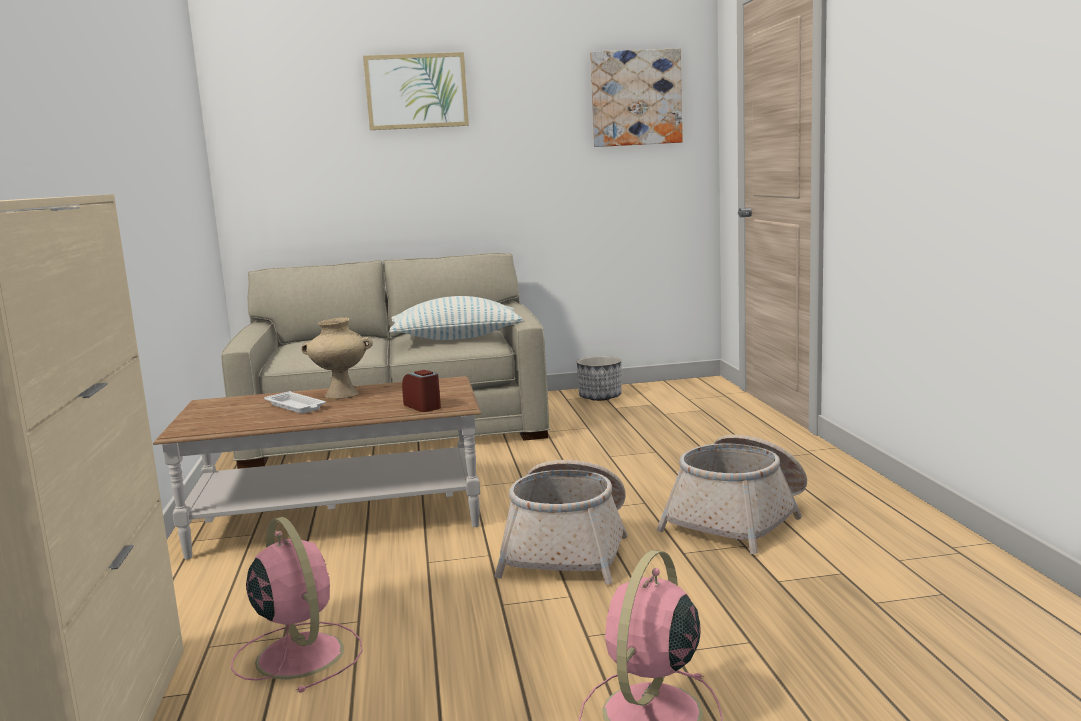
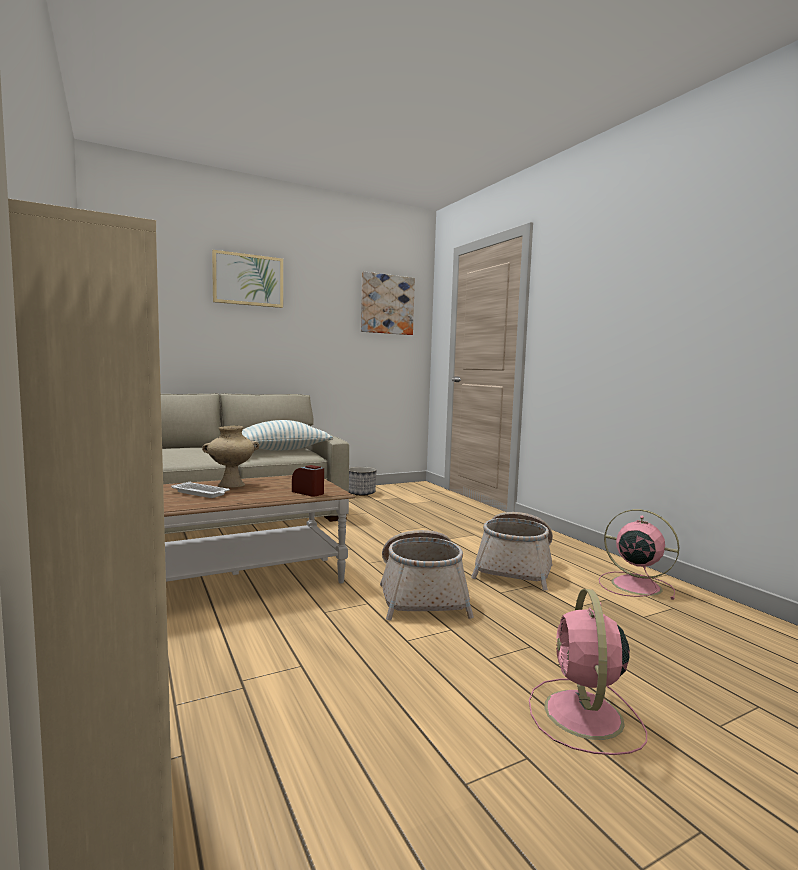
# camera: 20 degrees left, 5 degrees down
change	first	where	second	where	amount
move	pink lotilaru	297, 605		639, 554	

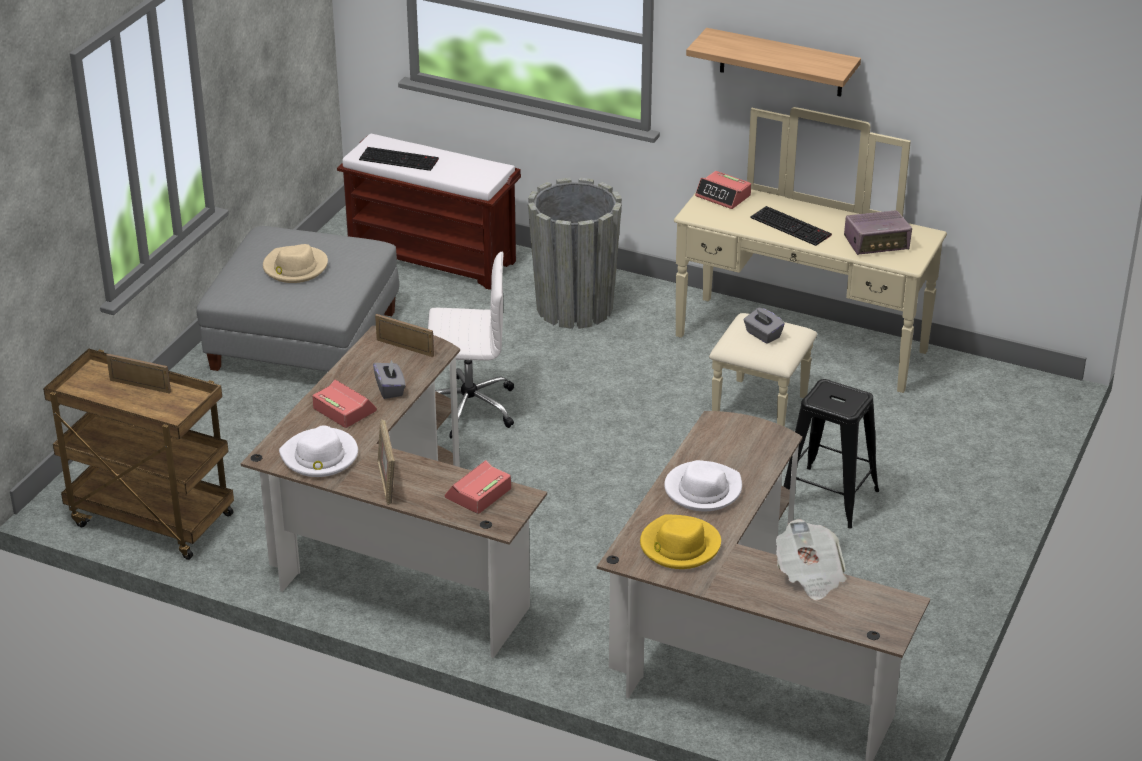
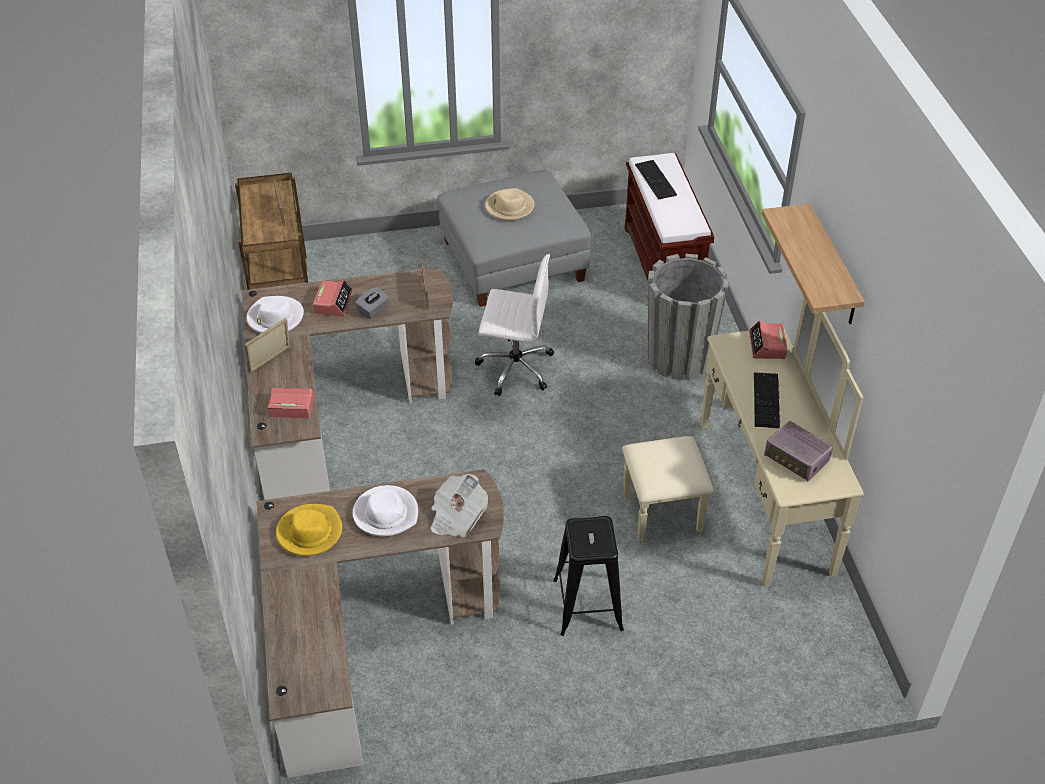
# camera: 55 degrees right, 10 degrees up
change	first	where	second	where	amount
delete	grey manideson	764, 325			
move	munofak	811, 560		459, 505	
rotate	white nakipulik	471, 345		514, 325	45 degrees counterclockwise

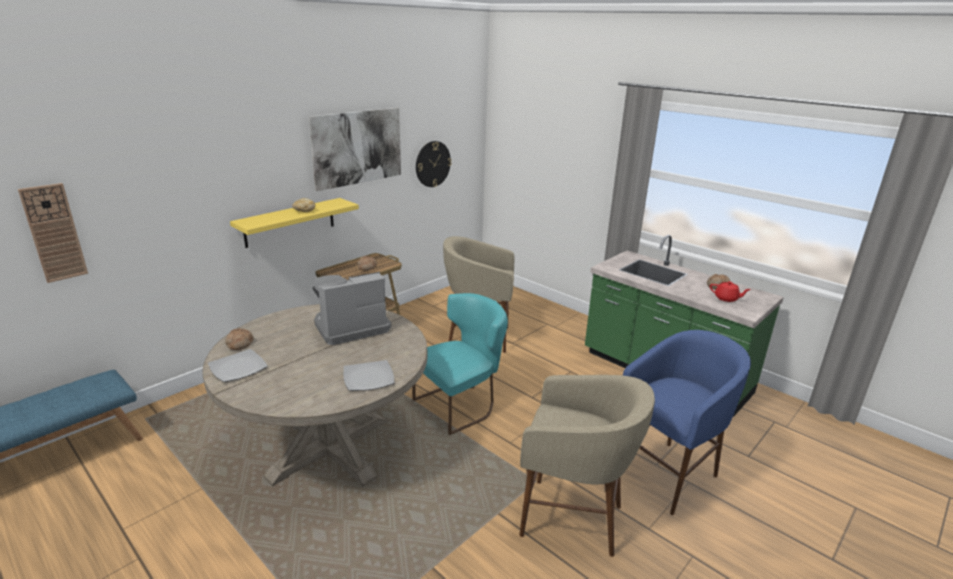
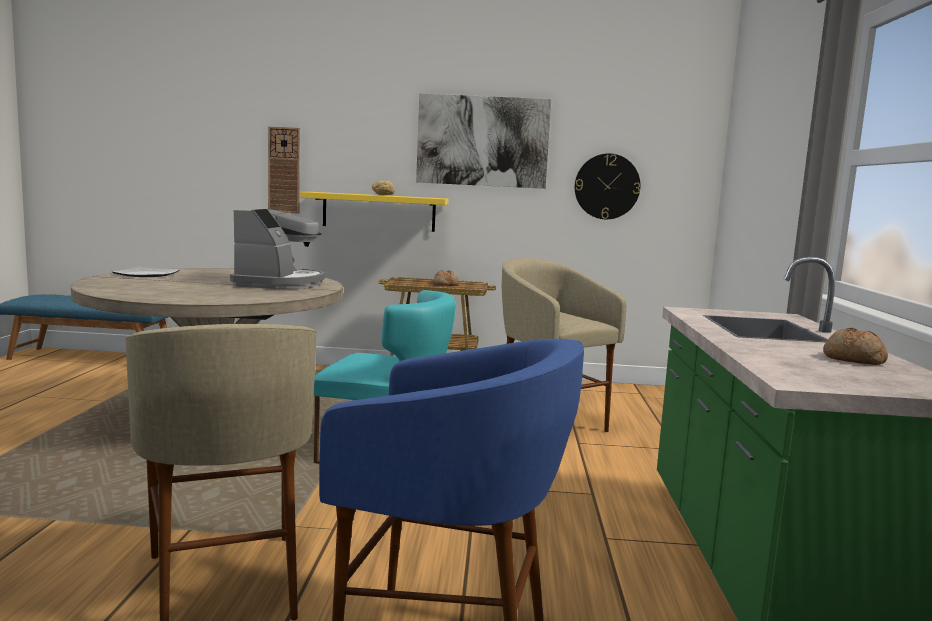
# camera: 50 degrees right, 15 degrees down
change	first	where	second	where	amount
delete	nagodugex	239, 339			
delete	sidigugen	368, 375			
delete	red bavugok	730, 291			
move	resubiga	53, 233		284, 170	
rotate	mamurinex	352, 308		277, 248	75 degrees clockwise

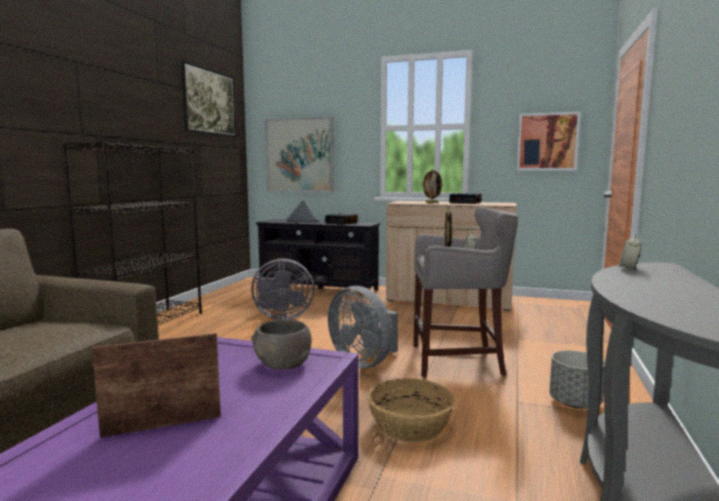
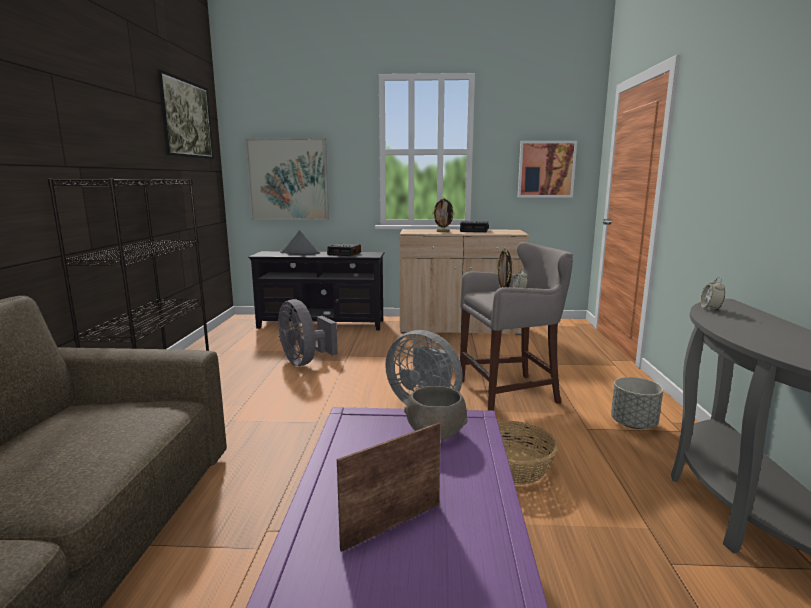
# camera: 15 degrees left, 5 degrees up
change	first	where	second	where	amount
rotate	grey lotilaru	282, 289		308, 332	75 degrees clockwise

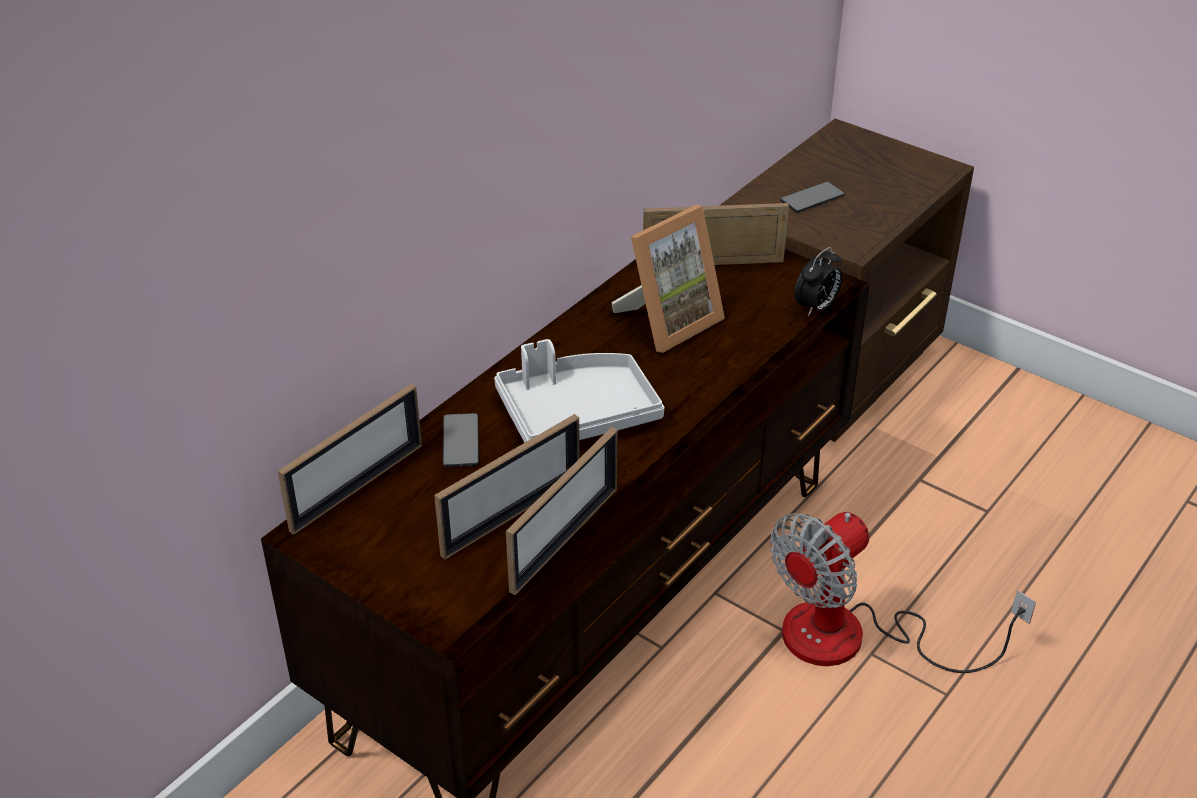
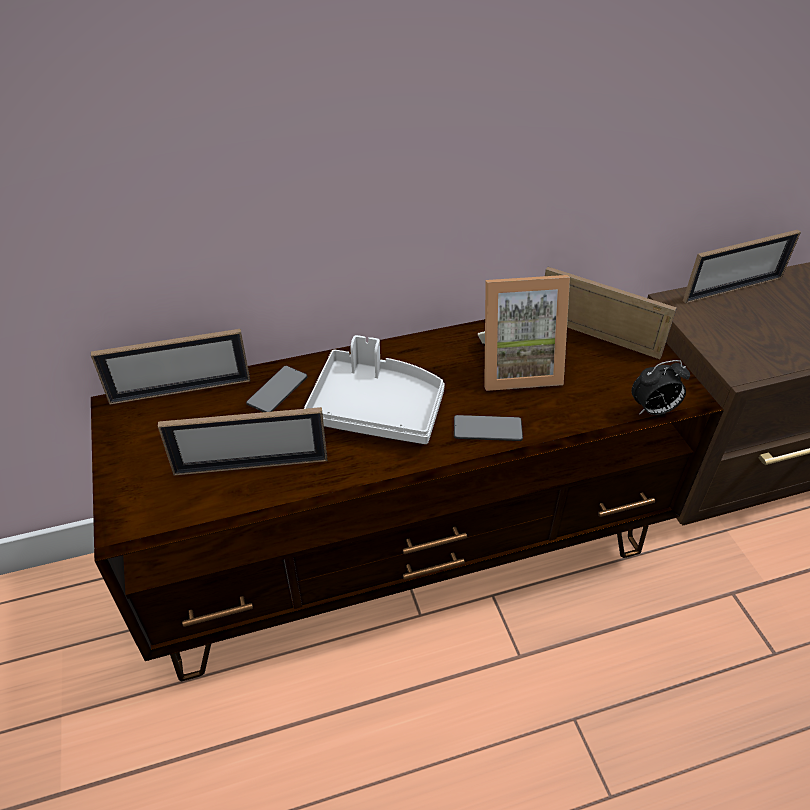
# camera: 35 degrees right, 5 degrees up
change	first	where	second	where	amount
delete	lotilaru	903, 592			
move	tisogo	562, 511		742, 266	
move	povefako	813, 197		488, 428	

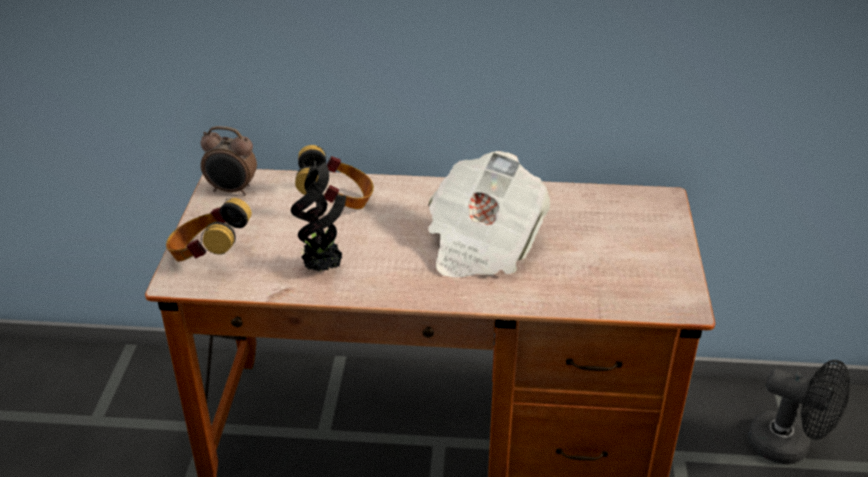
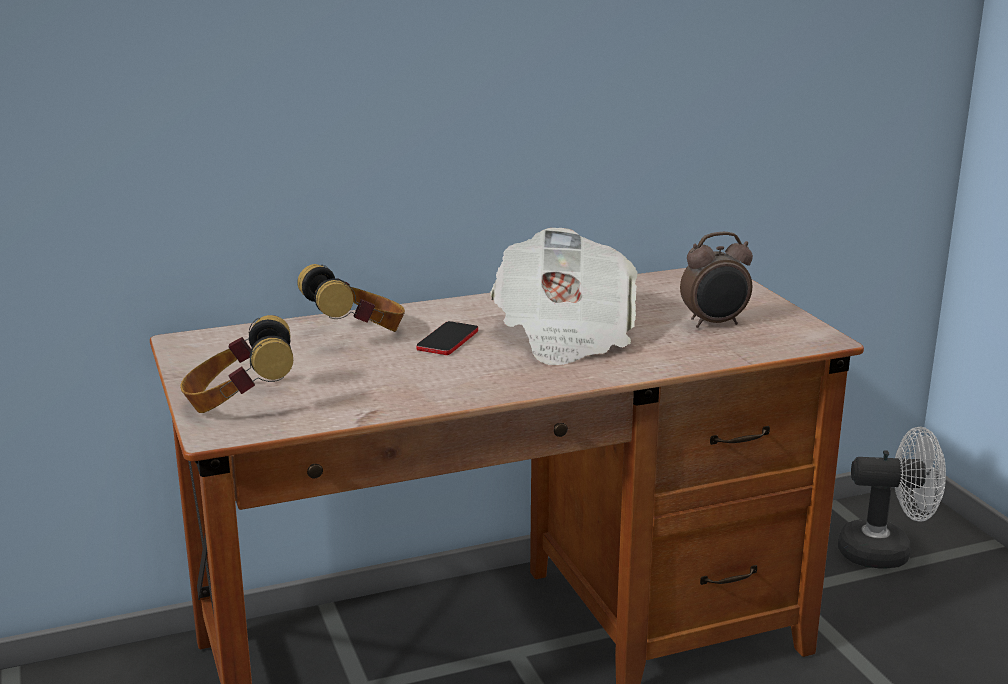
# camera: 25 degrees left, 15 degrees down
change	first	where	second	where	amount
delete	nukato	318, 216			
insert			povefako	447, 338	
move	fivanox	229, 161		716, 280	
recolor	black lotilaru	798, 412	white lotilaru	892, 497	

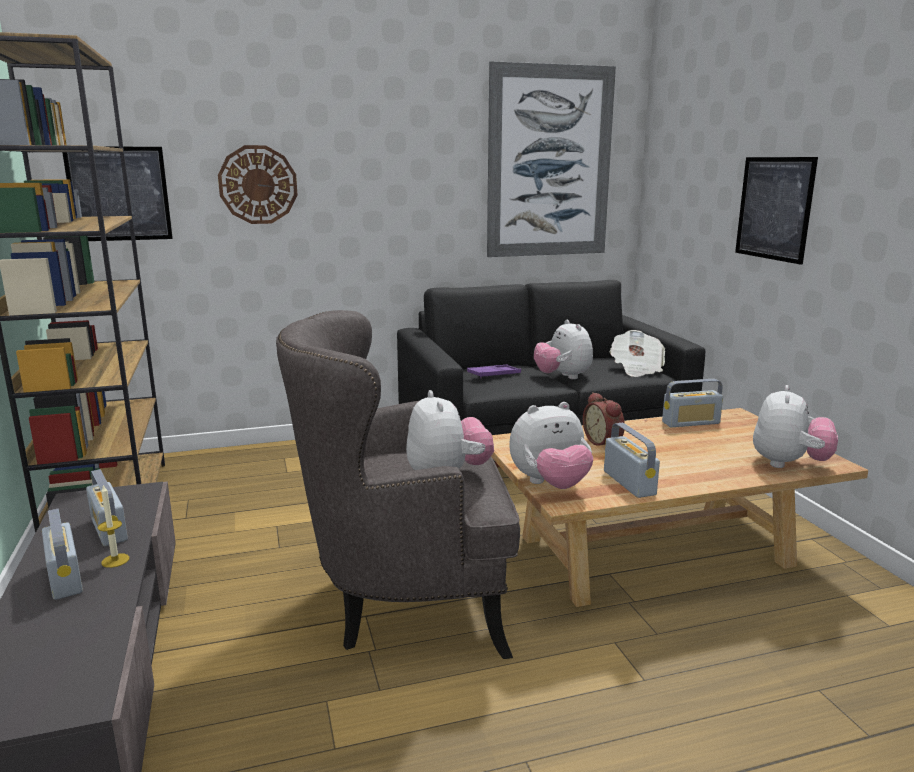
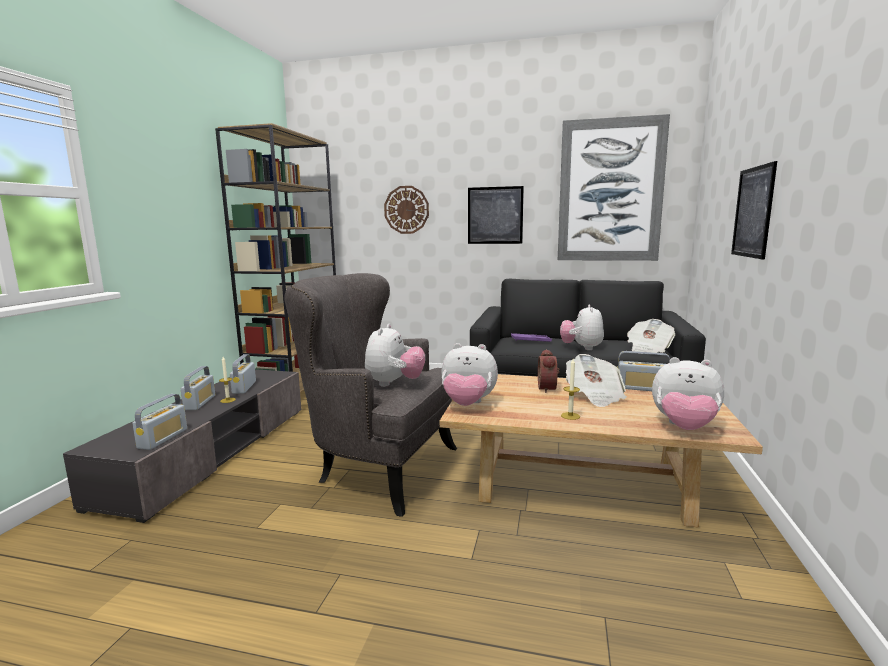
# camera: 30 degrees right, 5 degrees down
change	first	where	second	where	amount
insert			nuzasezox	570, 389	
insert			munofak	596, 380	
move	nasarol	117, 193		496, 215	
move	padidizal	632, 460		159, 422	
rotate	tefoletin	795, 426		688, 393	60 degrees clockwise

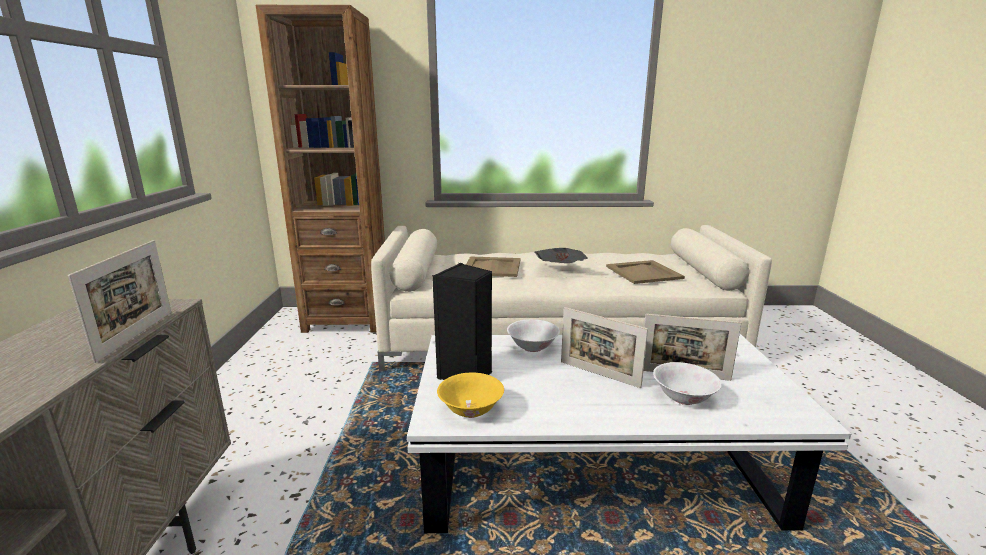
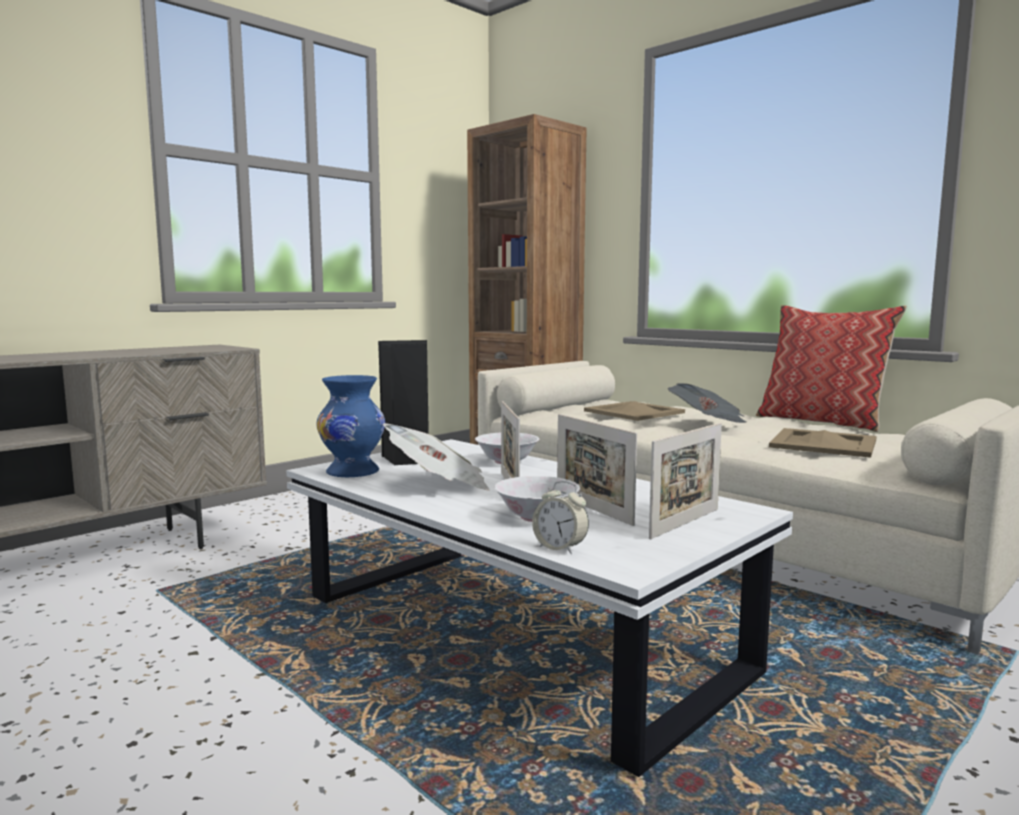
# camera: 45 degrees right, 10 degrees down
change	first	where	second	where	amount
insert			munofak	437, 457	
insert			fivanox	560, 517	
insert			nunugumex	831, 368	
move	tisogo	119, 301		685, 481	
replace	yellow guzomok	470, 395	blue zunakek	350, 426	

